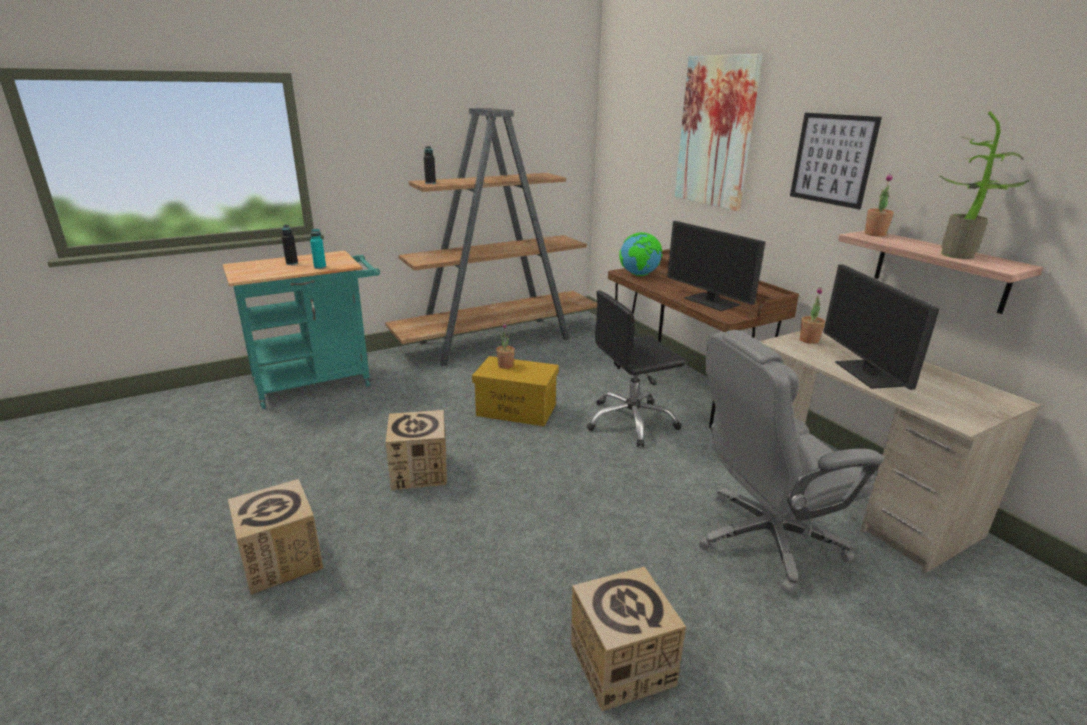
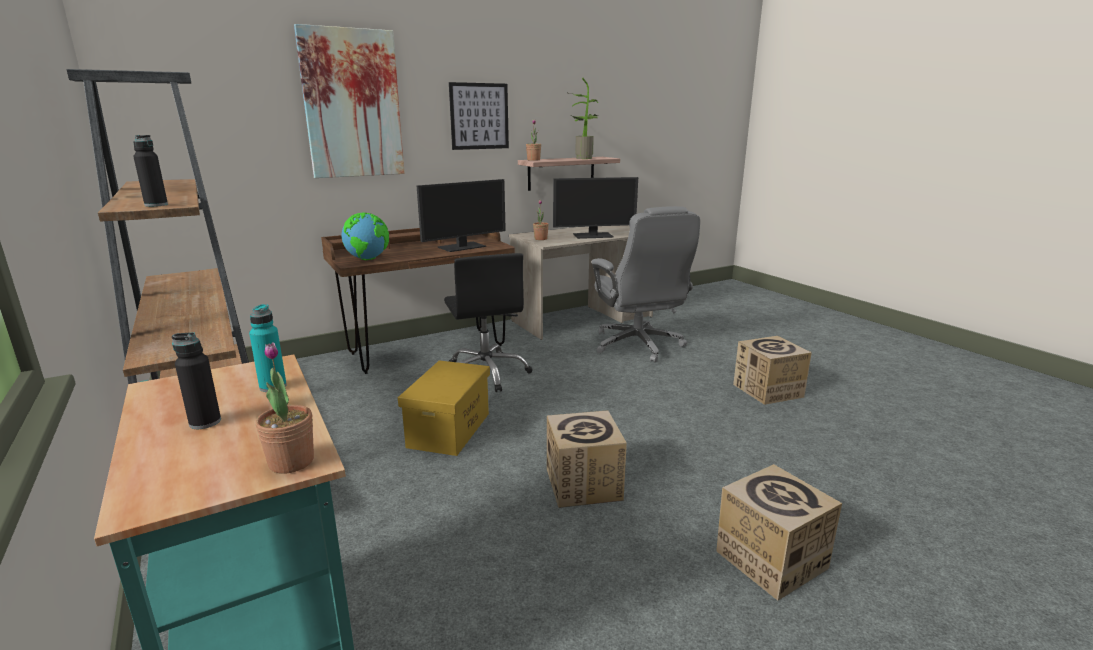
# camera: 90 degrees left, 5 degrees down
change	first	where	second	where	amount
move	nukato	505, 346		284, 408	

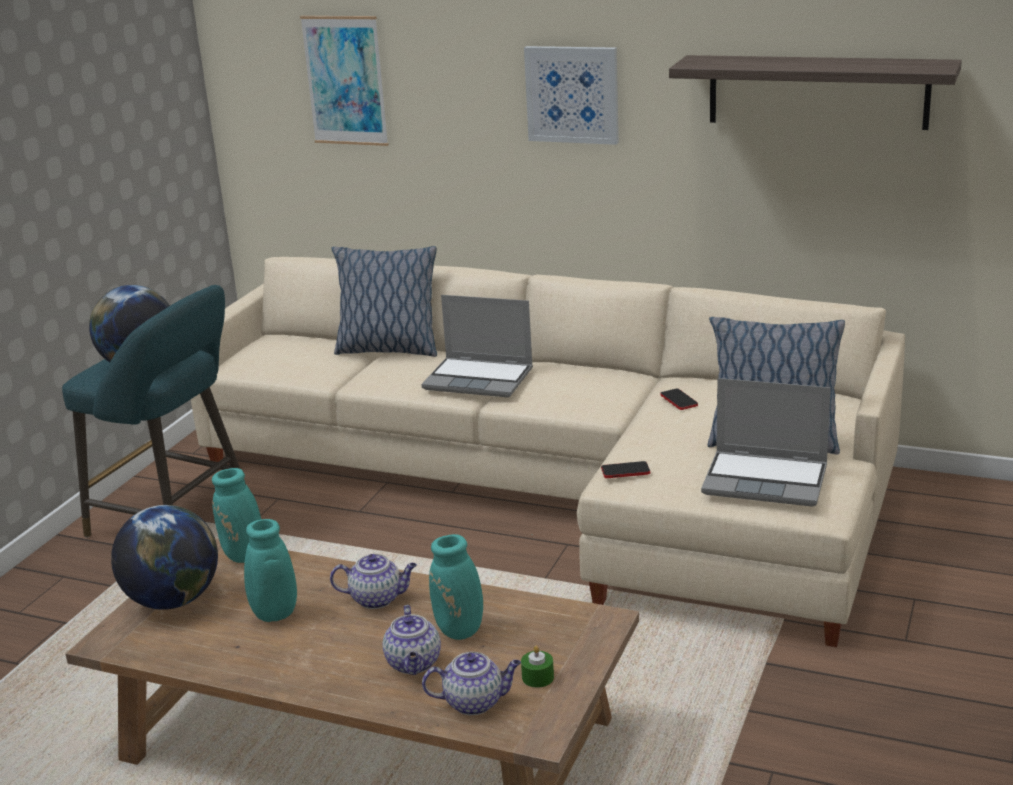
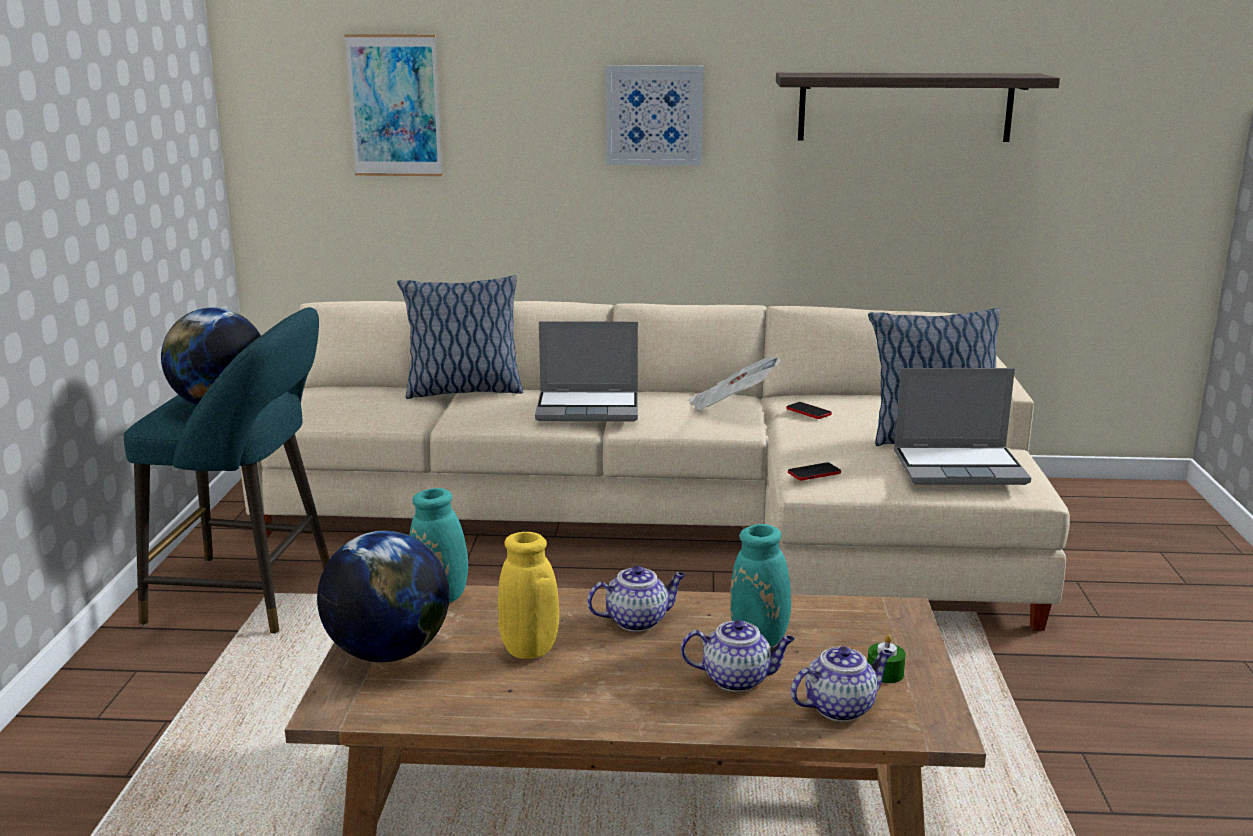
# camera: 20 degrees left, 5 degrees down
change	first	where	second	where	amount
insert			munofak	734, 384	
recolor	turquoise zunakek	267, 570	yellow zunakek	528, 595	
rotate	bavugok	412, 640		738, 656	60 degrees counterclockwise

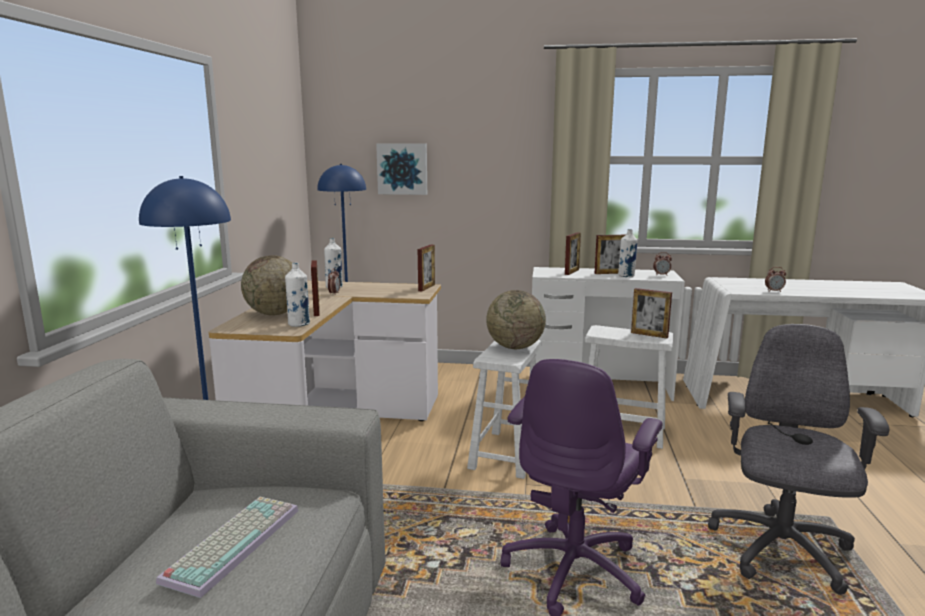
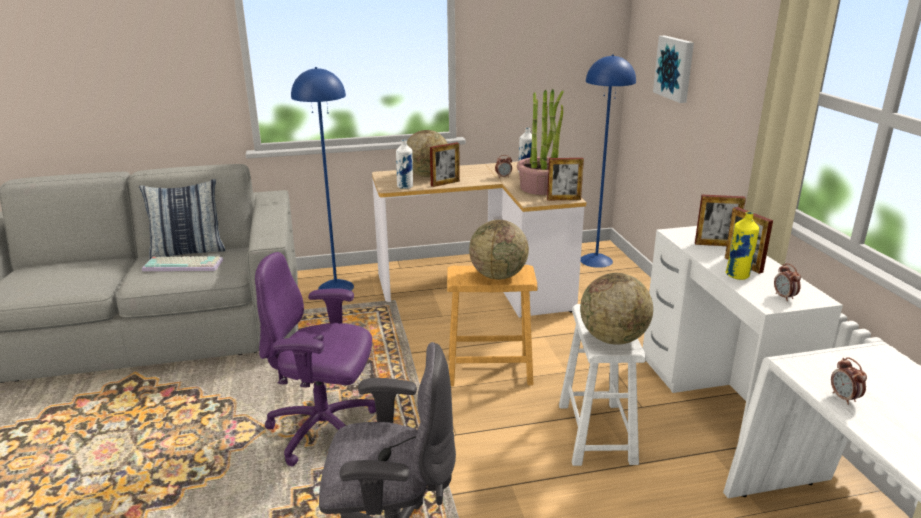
# camera: 70 degrees right, 10 degrees up
change	first	where	second	where	amount
insert			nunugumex	182, 219	
insert			nukato	540, 142	
replace	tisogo	651, 313	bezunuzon	616, 309	
recolor	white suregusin	504, 409	brown suregusin	492, 325	
recolor	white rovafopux	628, 253	yellow rovafopux	742, 246	

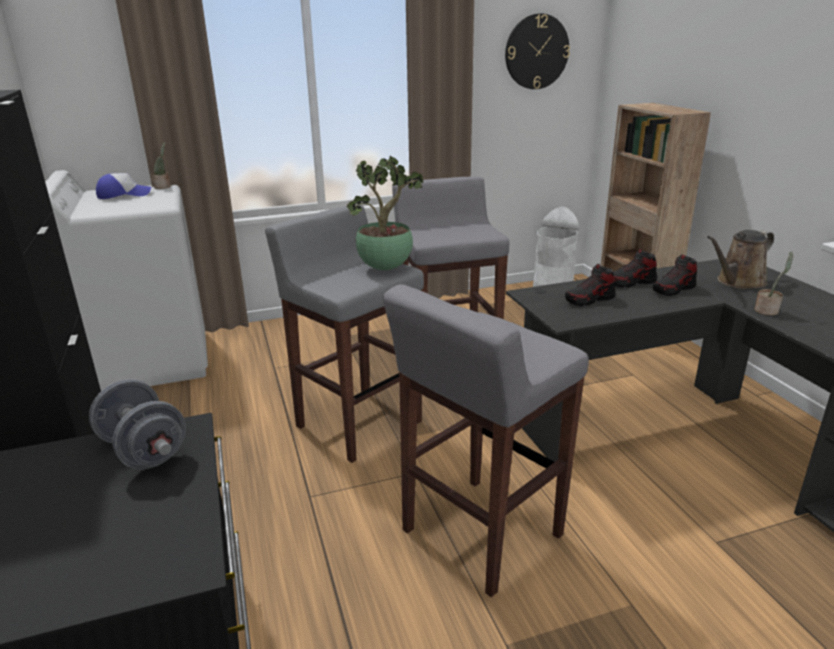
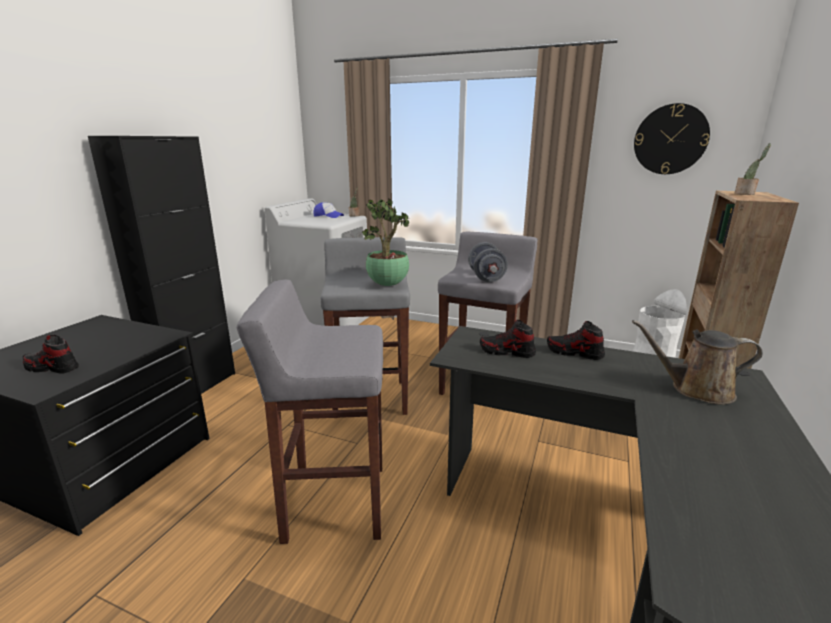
# camera: 40 degrees right, 5 degrees down
change	first	where	second	where	amount
move	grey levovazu	137, 424		488, 262	
move	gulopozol	675, 275		51, 354	
move	nukato	773, 284		752, 169	

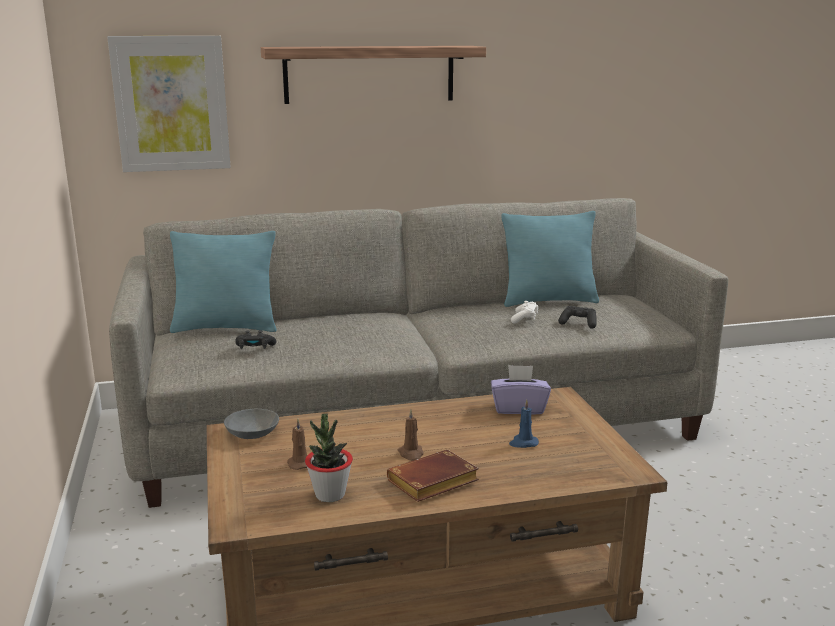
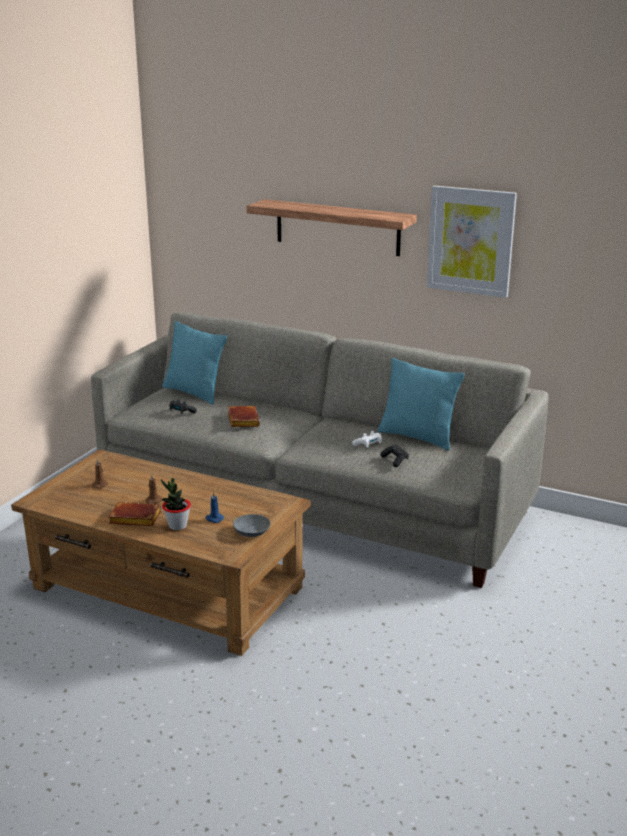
# camera: 40 degrees right, 5 degrees up
change	first	where	second	where	amount
delete	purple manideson	521, 389			
insert			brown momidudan	244, 416	
move	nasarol	169, 104		472, 242	
move	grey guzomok	251, 424		252, 525	
move	nukato	329, 458		176, 504	

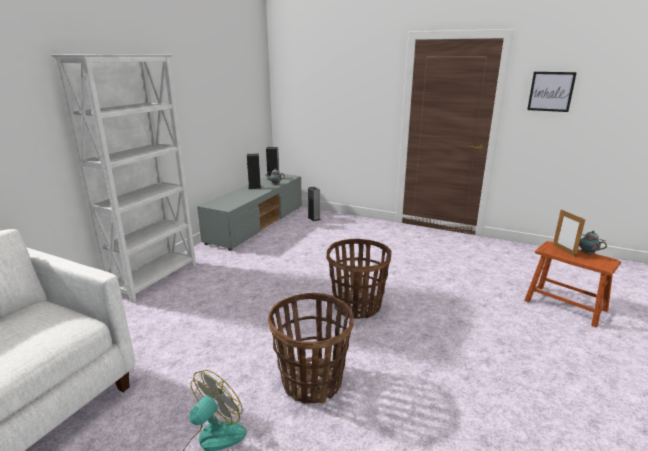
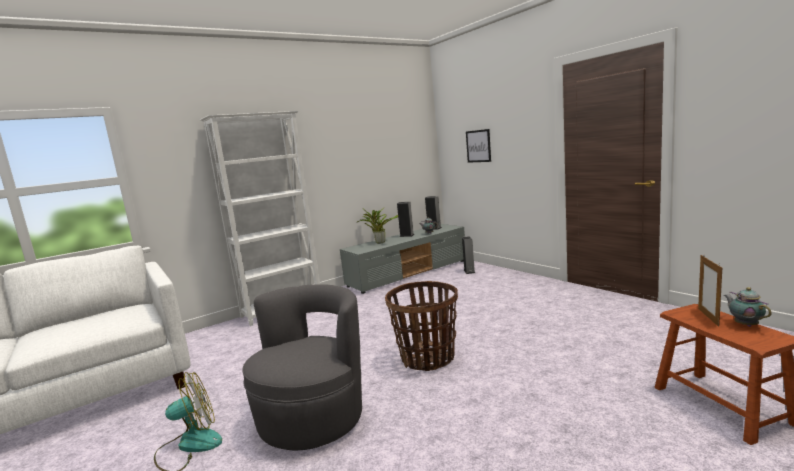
# camera: 30 degrees right, 10 degrees down
change	first	where	second	where	amount
insert			nukato	377, 226	
move	nasarol	552, 92		478, 146	
replace	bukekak	311, 348	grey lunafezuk	302, 367	

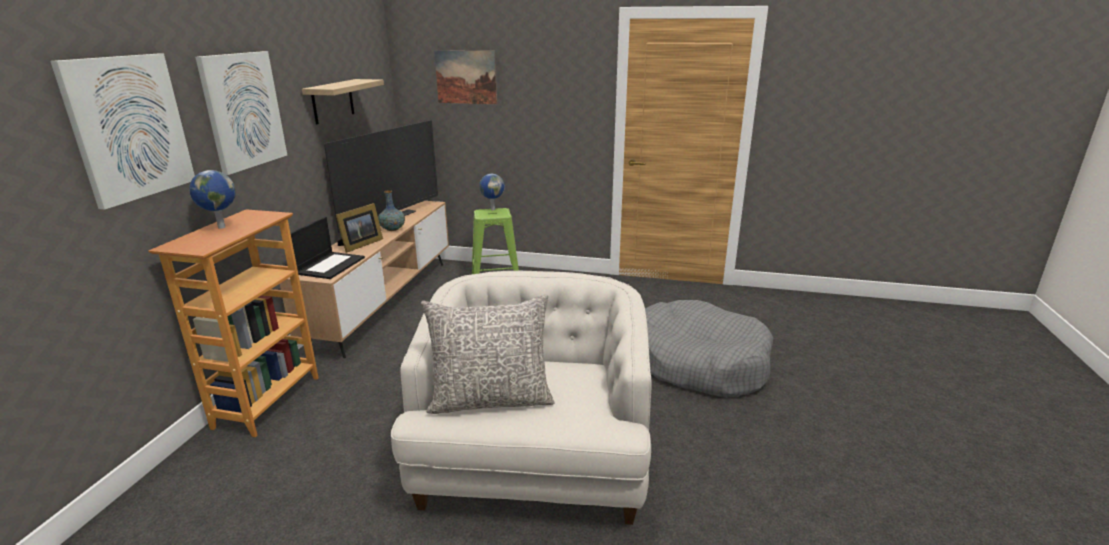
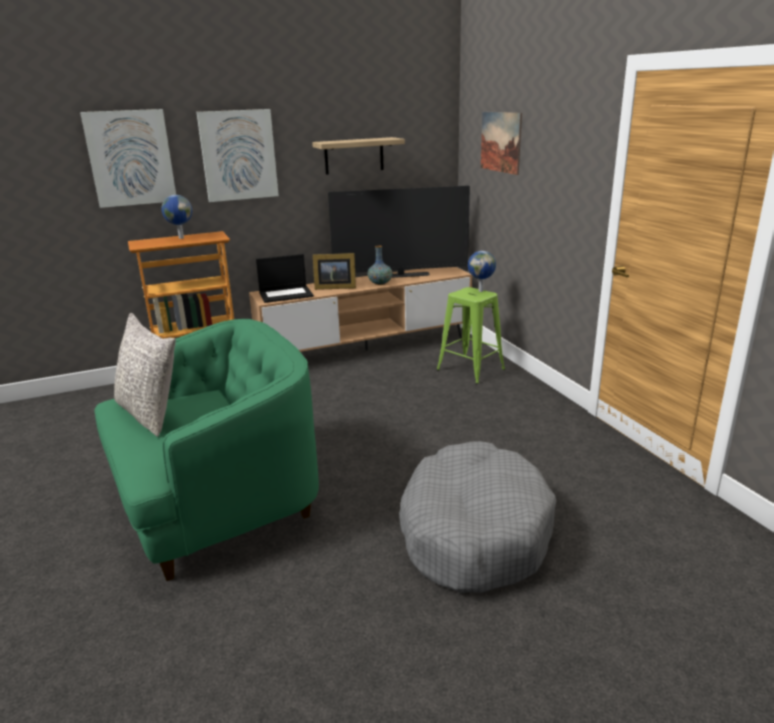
# camera: 55 degrees right, 0 degrees up
change	first	where	second	where	amount
recolor	white lunafezuk	521, 398	green lunafezuk	206, 450	

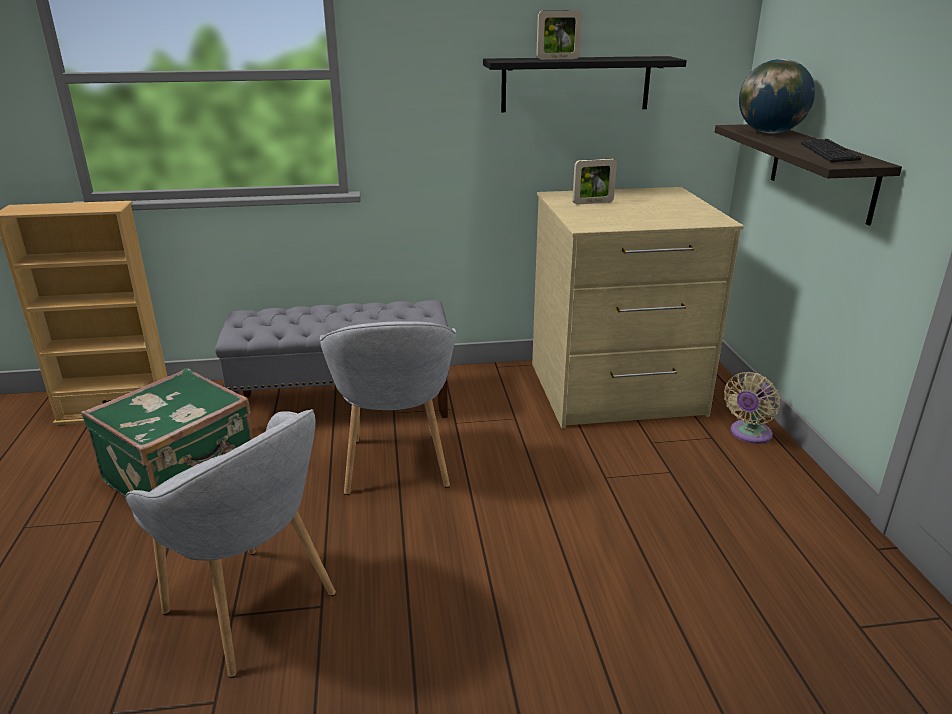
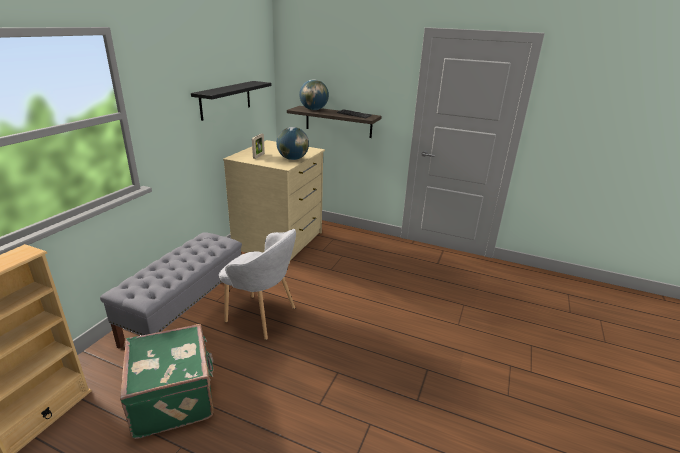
# camera: 60 degrees left, 0 degrees up
change	first	where	second	where	amount
delete	grey lunafezuk	230, 543			
delete	tisogo	559, 35			
delete	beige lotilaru	752, 408			
insert			bezunuzon	292, 143	

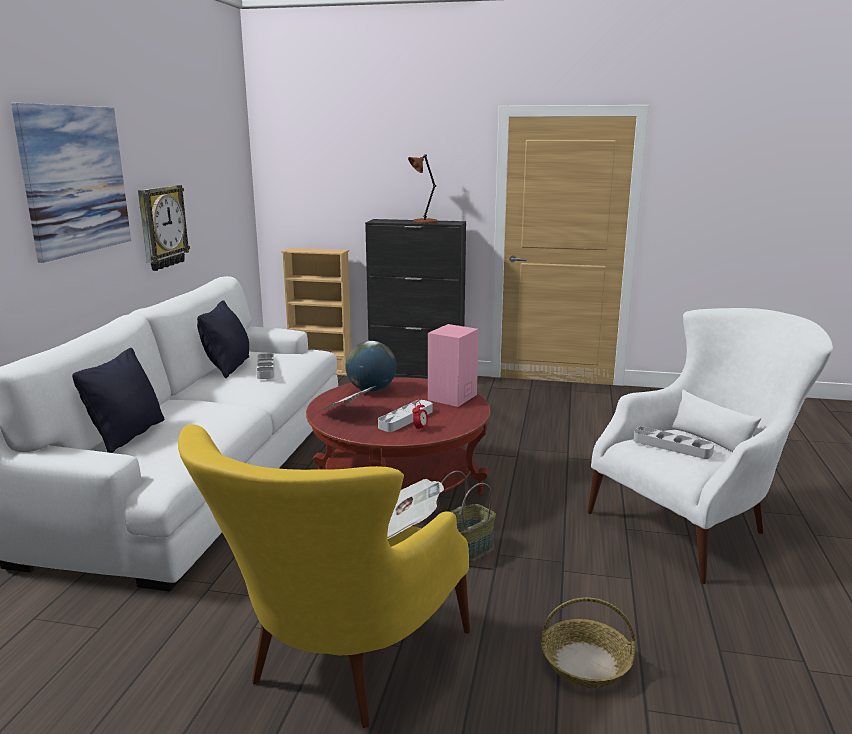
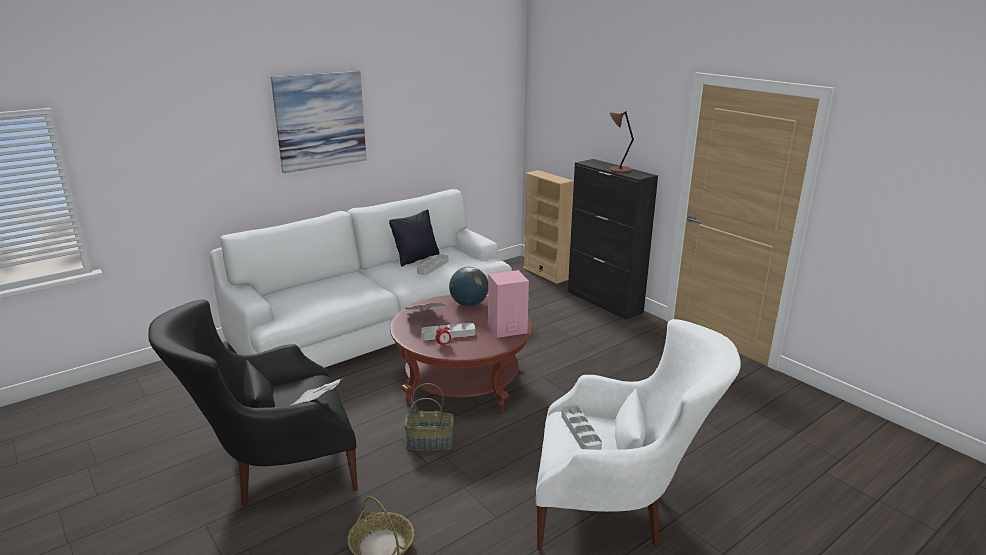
# camera: 40 degrees right, 5 degrees up
change	first	where	second	where	amount
delete	black nunugumex	118, 400			
delete	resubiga	164, 228			
recolor	yellow lunafezuk	324, 576	black lunafezuk	253, 402	

